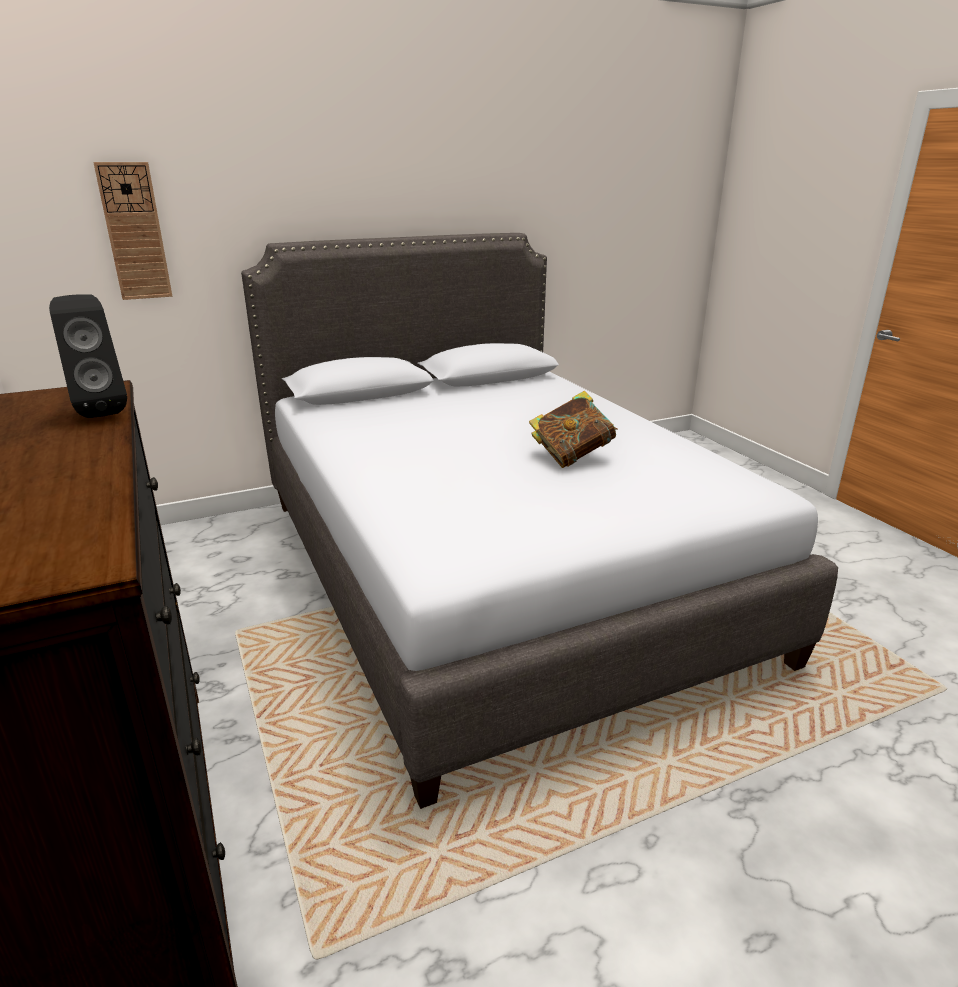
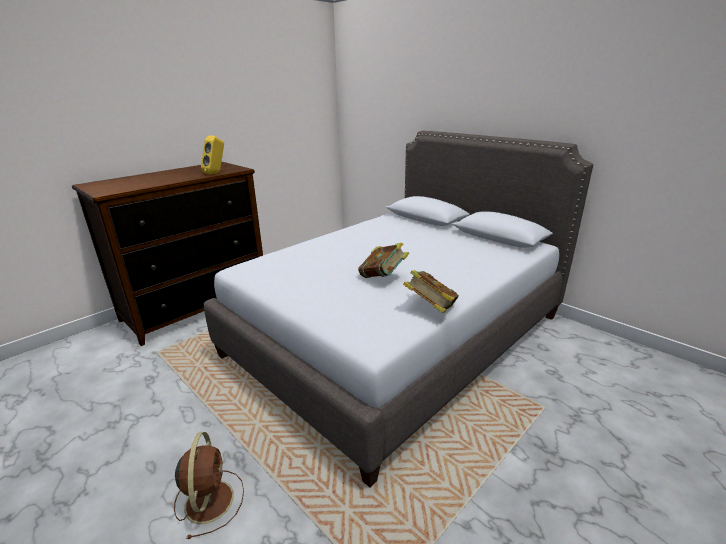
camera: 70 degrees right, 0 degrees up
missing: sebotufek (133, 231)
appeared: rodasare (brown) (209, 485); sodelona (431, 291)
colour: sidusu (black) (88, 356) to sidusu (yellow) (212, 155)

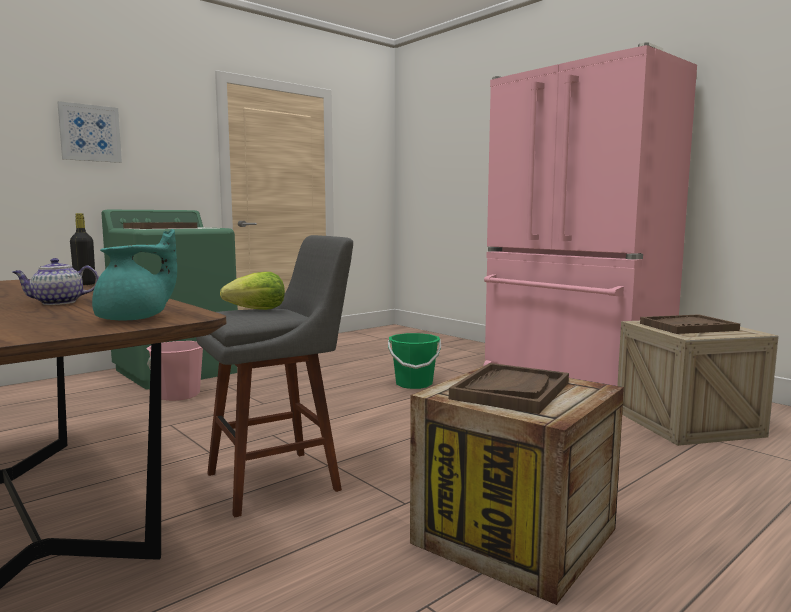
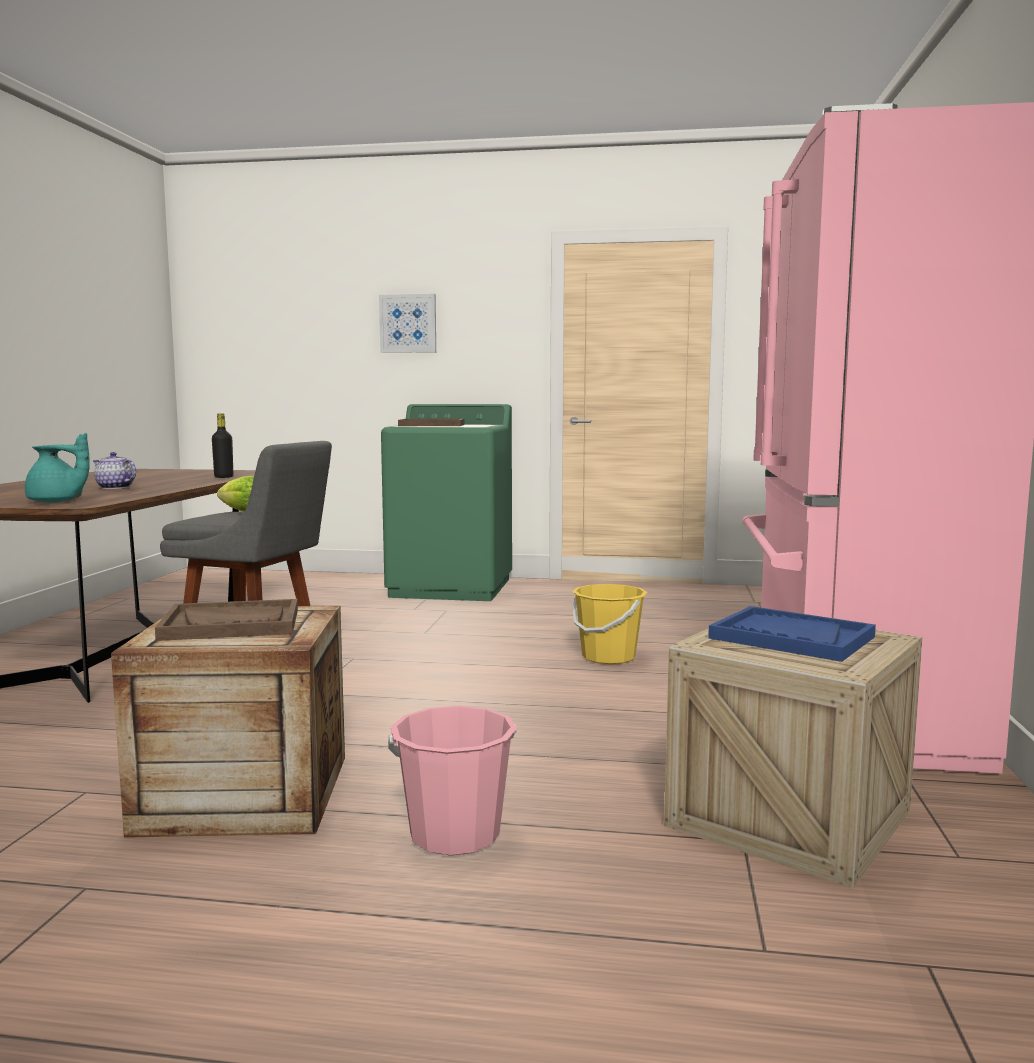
camera: 50 degrees right, 0 degrees up
relocated: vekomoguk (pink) (174, 371) to (452, 781)
colour: vekomoguk (green) (414, 361) to vekomoguk (yellow) (609, 624); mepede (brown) (690, 324) to mepede (blue) (792, 634)

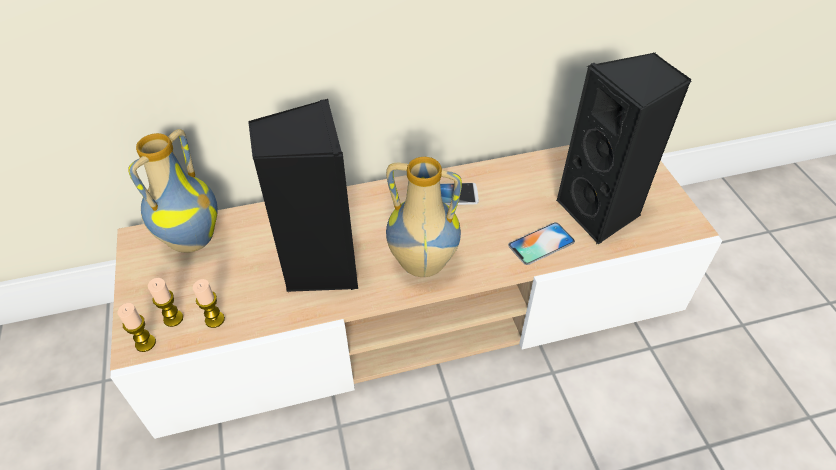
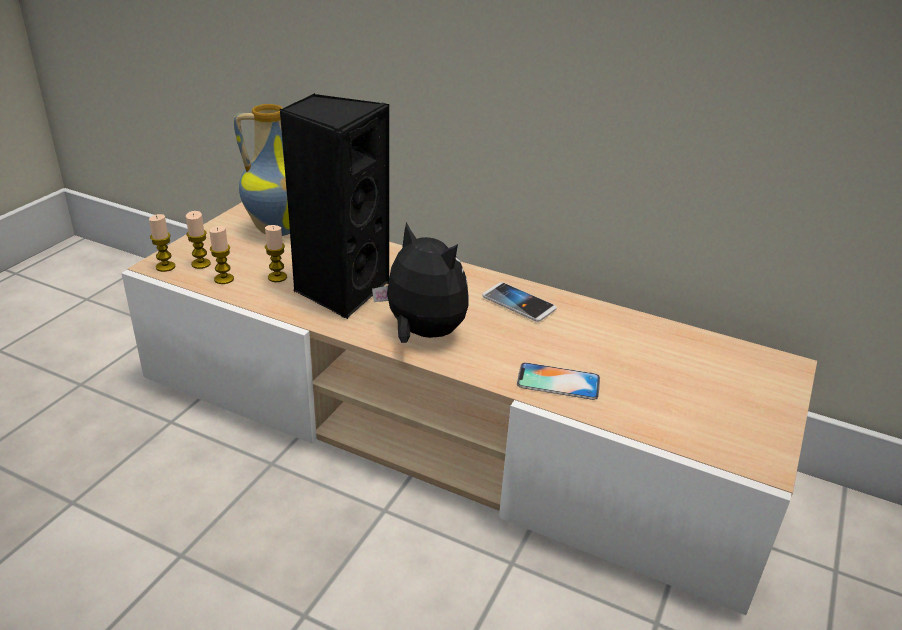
camera: 40 degrees right, 15 degrees down
missing: sidusu (black) (624, 148)
appeared: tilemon (276, 253)
exchanged: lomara (424, 217) to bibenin (420, 282)

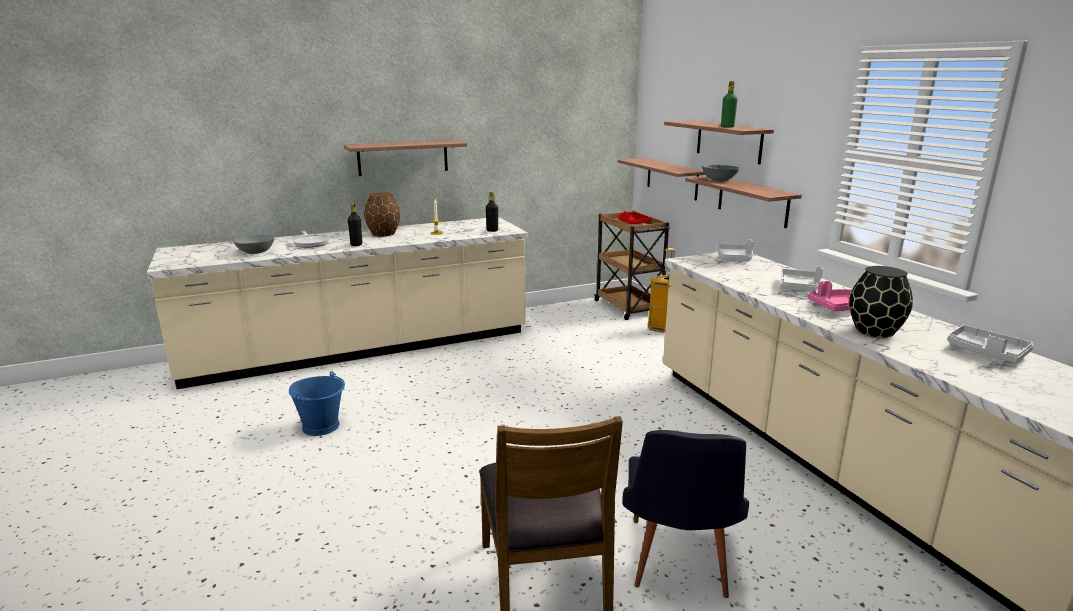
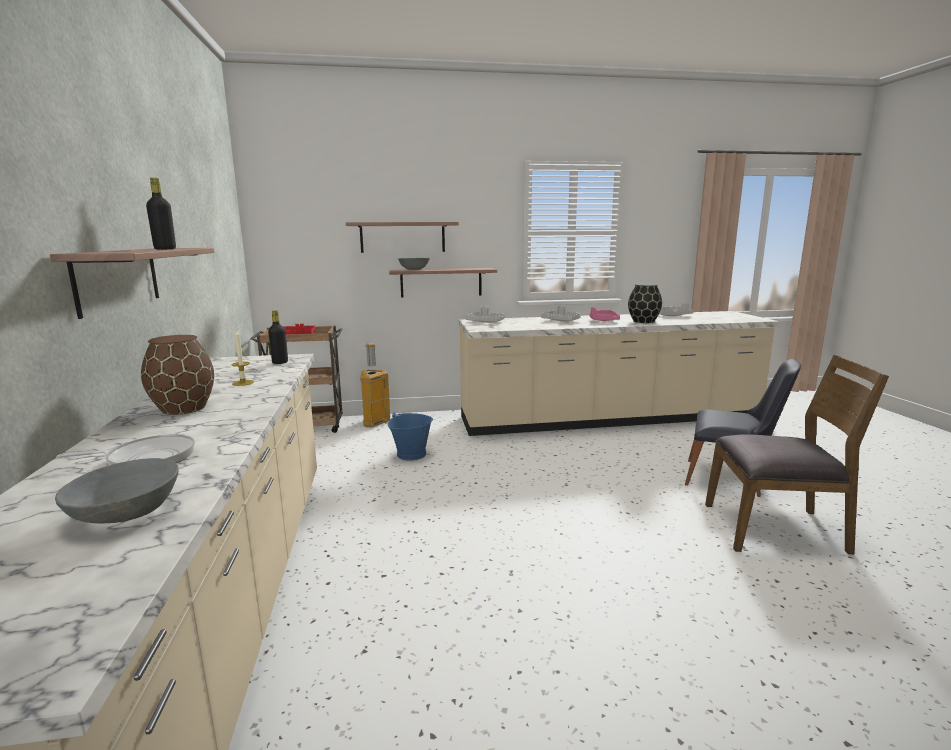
camera: 75 degrees left, 5 degrees down
missing: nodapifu (661, 179); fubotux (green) (729, 104)
relocated: vekomoguk (blue) (317, 403) to (410, 437); fubotux (black) (355, 224) to (161, 213)

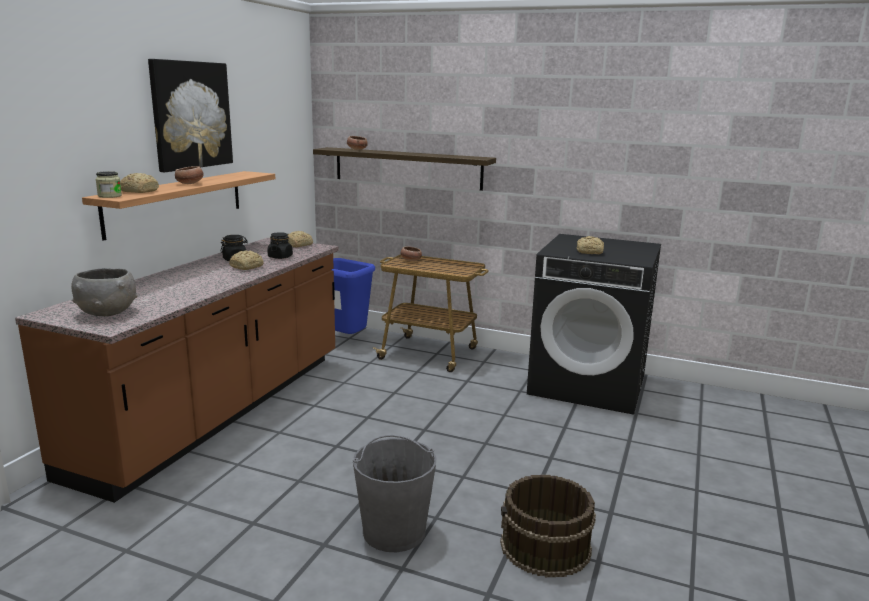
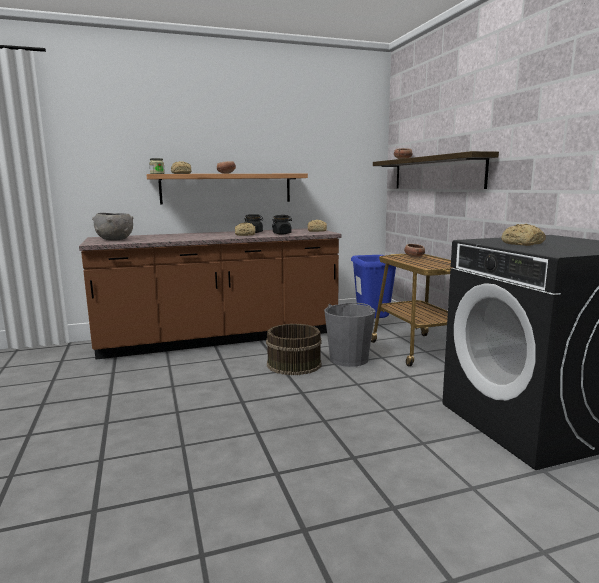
camera: 50 degrees right, 5 degrees down
missing: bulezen (190, 115)
relocated: vekomoguk (grey) (394, 493) to (349, 335); vekomoguk (brown) (548, 526) to (294, 349)

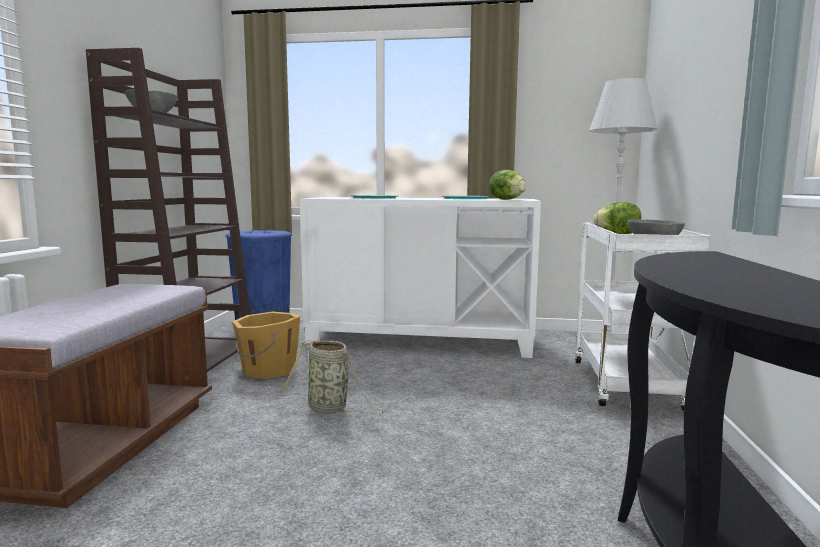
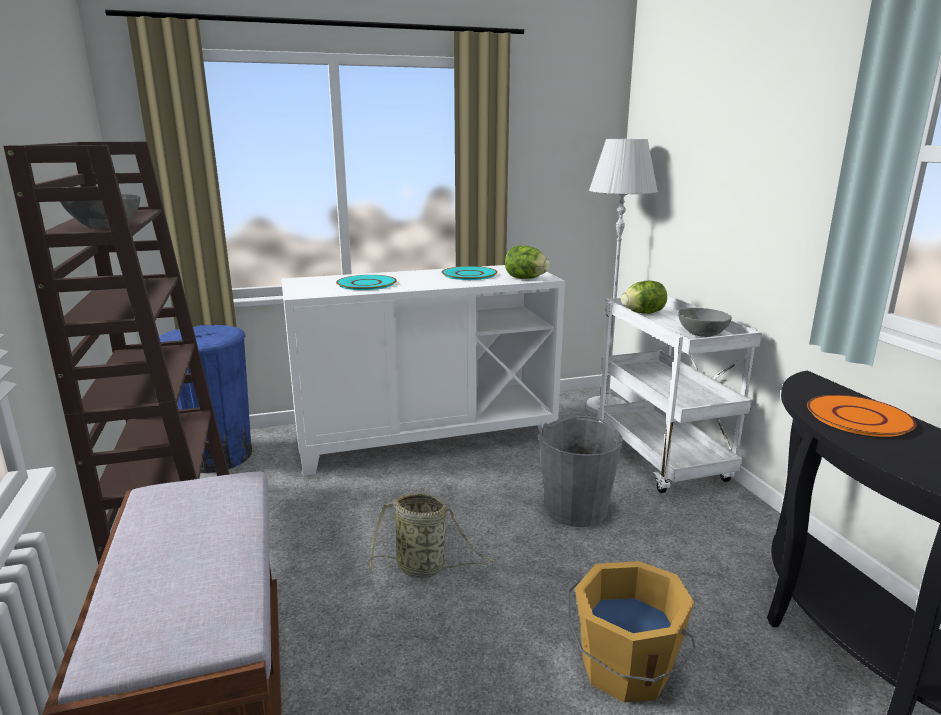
camera: 25 degrees left, 10 degrees up
appeared: vekomoguk (grey) (581, 471); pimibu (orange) (862, 416)
relocated: vekomoguk (orange) (266, 345) to (632, 632)

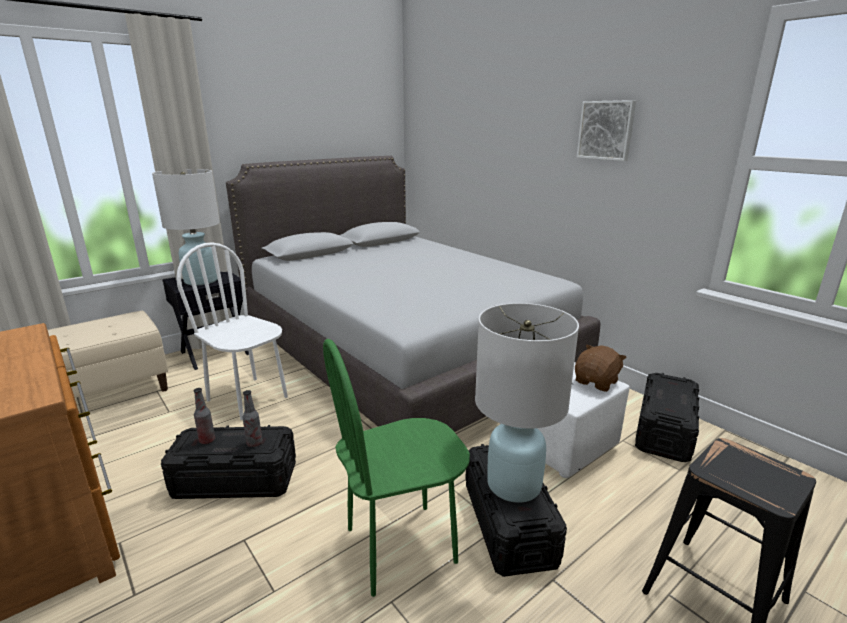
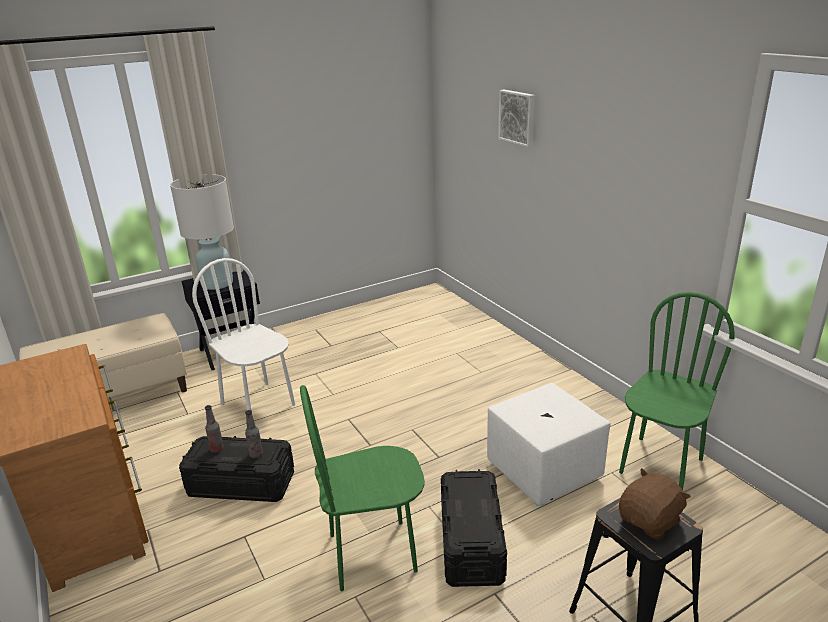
camera: 10 degrees right, 5 degrees up
missing: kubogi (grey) (413, 294); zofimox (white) (527, 403)
relocated: bibenin (brown) (601, 368) to (655, 504); bulezen (606, 130) to (516, 118)
exchanged: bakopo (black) (667, 417) to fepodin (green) (677, 391)

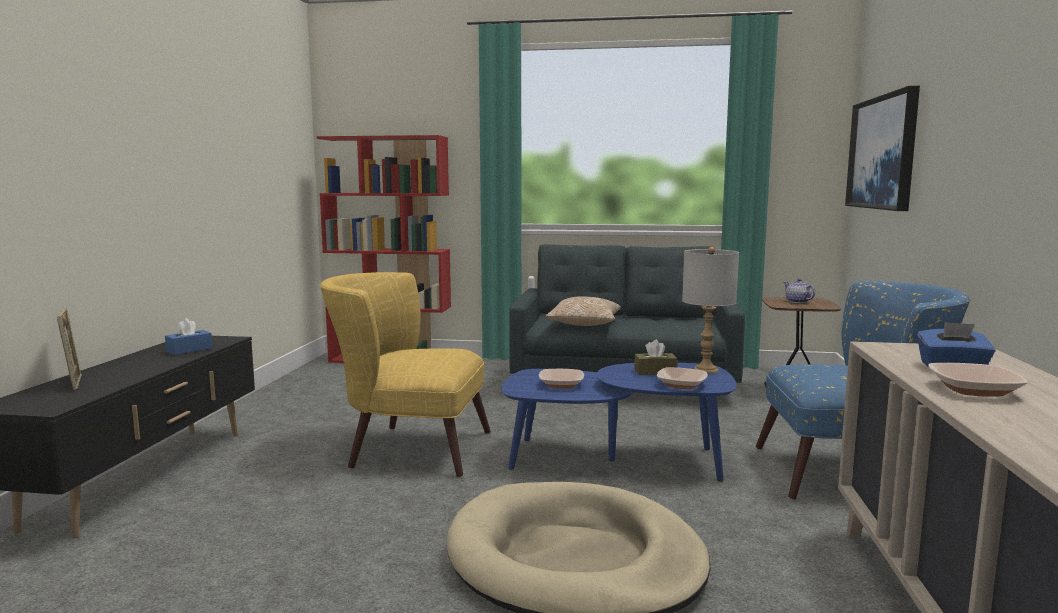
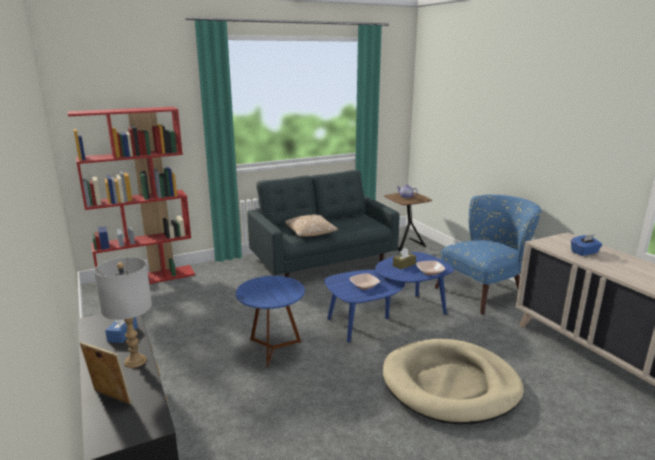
camera: 35 degrees left, 10 degrees up
missing: bulezen (882, 148); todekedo (978, 380)
relocated: zofimox (grey) (710, 310) to (123, 312)
exchanged: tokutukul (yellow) (405, 374) to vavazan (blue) (270, 321)

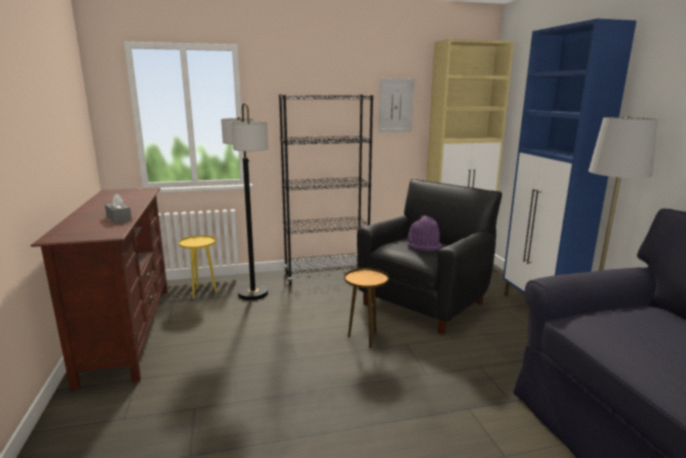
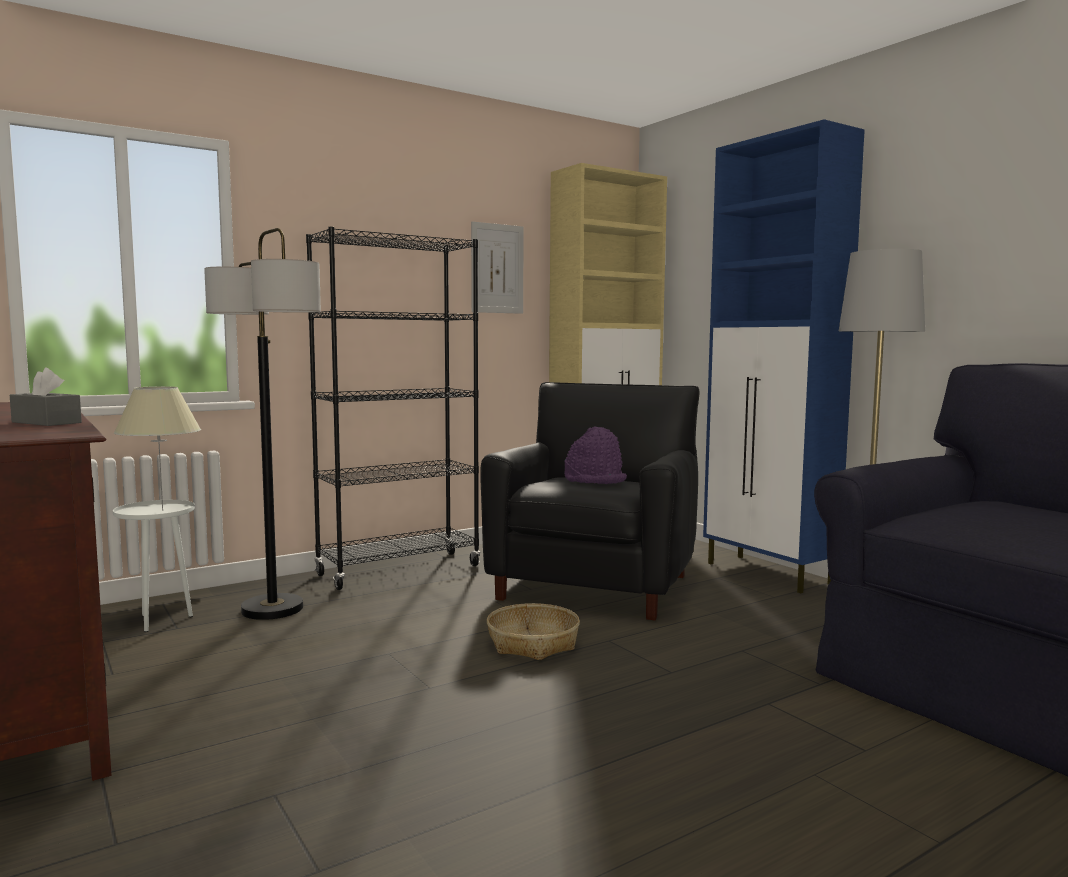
camera: 20 degrees left, 10 degrees down
appeared: zofimox (beige) (157, 448)
exchanged: vavazan (brown) (366, 308) to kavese (533, 631)
colour: vavazan (yellow) (197, 267) to vavazan (white) (154, 566)

